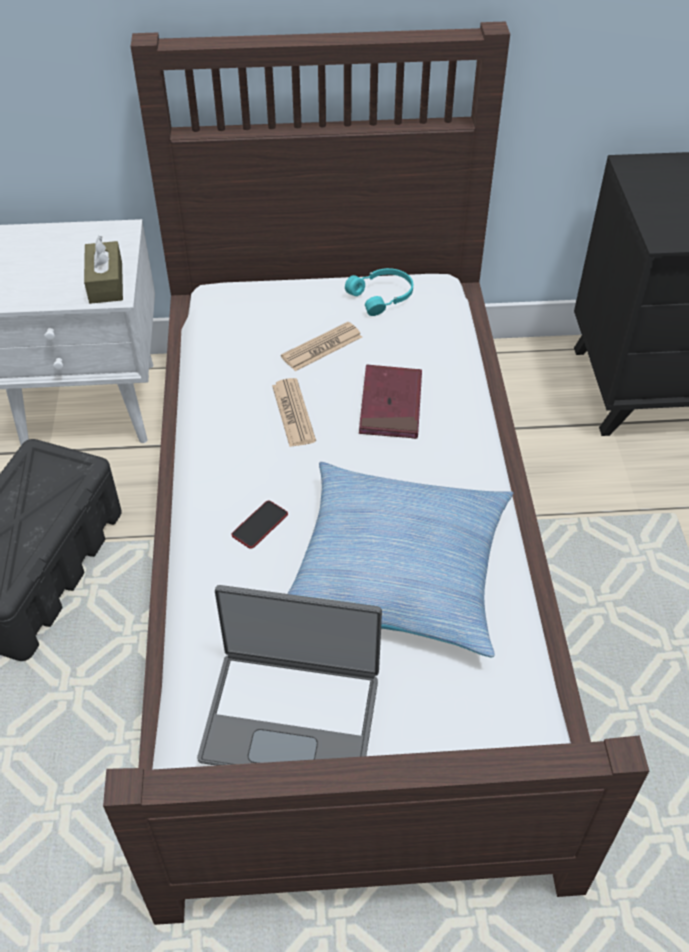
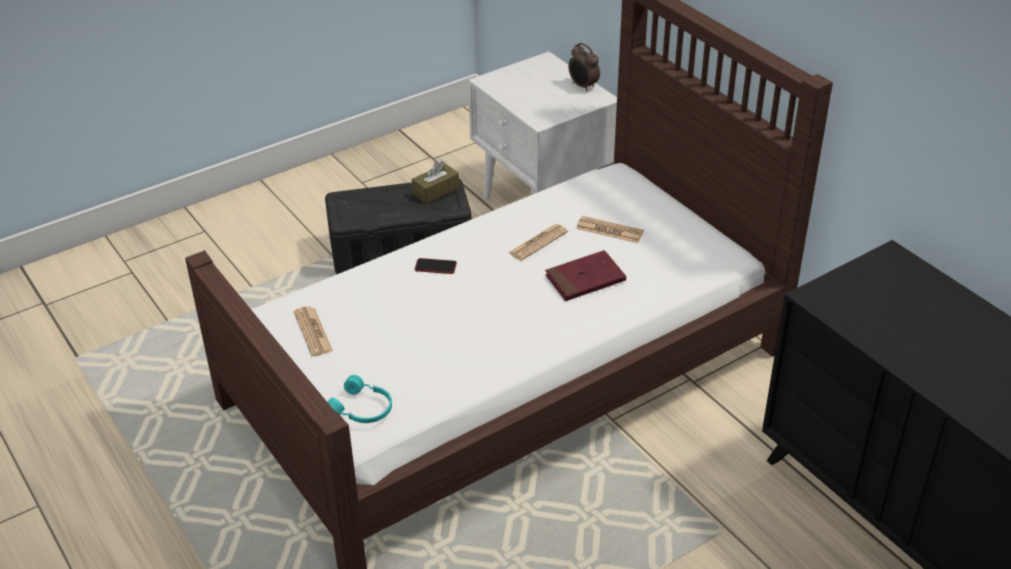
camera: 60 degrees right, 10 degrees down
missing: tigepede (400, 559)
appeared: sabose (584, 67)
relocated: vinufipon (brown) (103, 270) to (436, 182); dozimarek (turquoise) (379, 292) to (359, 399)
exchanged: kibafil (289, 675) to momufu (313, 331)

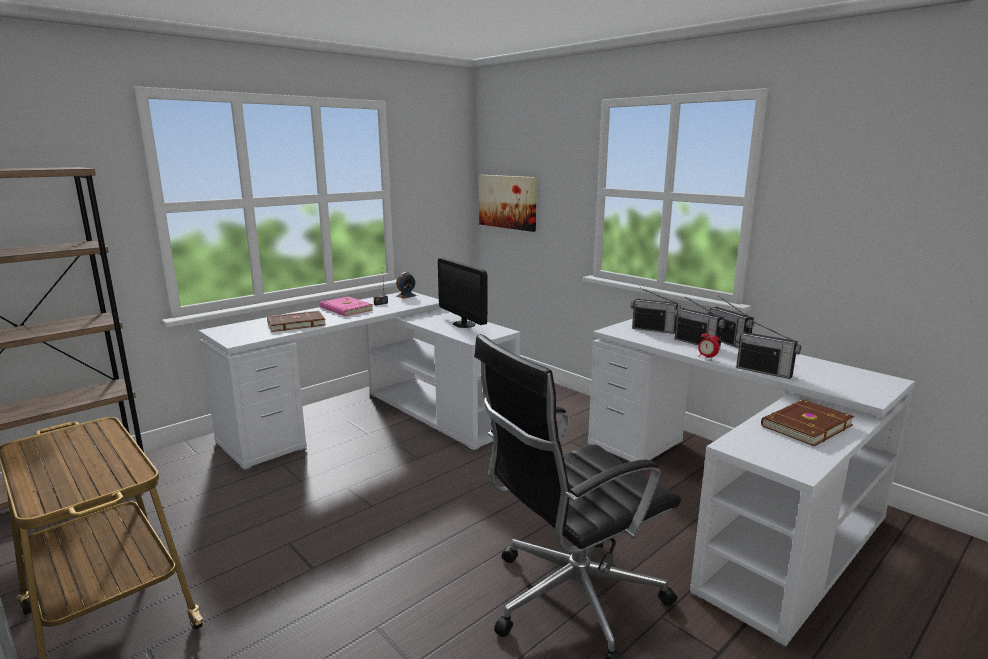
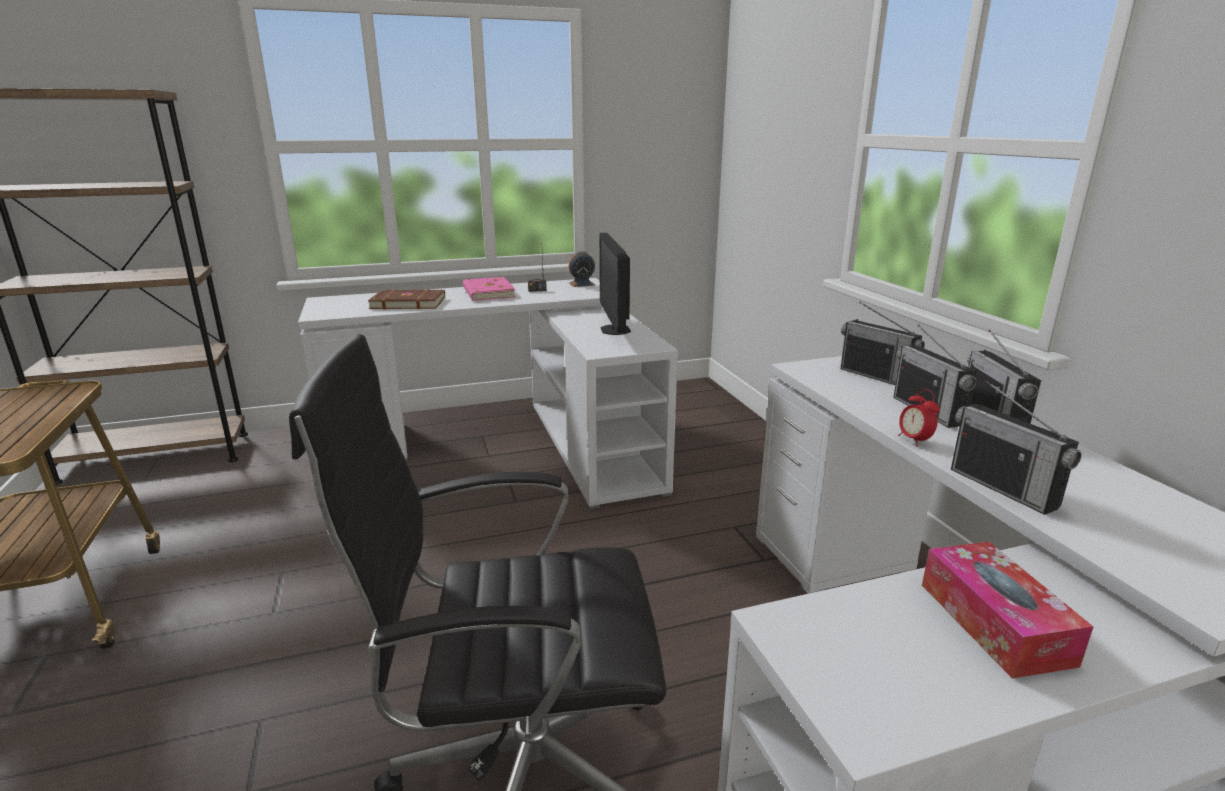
camera: 25 degrees right, 5 degrees up
missing: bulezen (508, 203)
exchanged: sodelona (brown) (808, 422) to vinufipon (1007, 610)

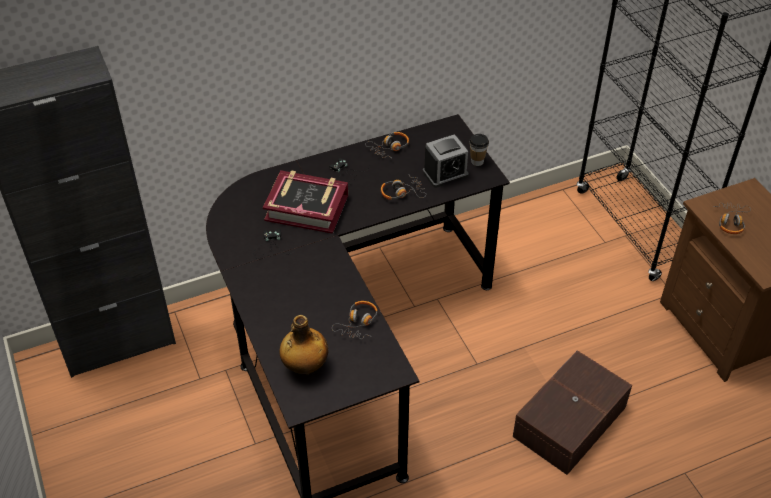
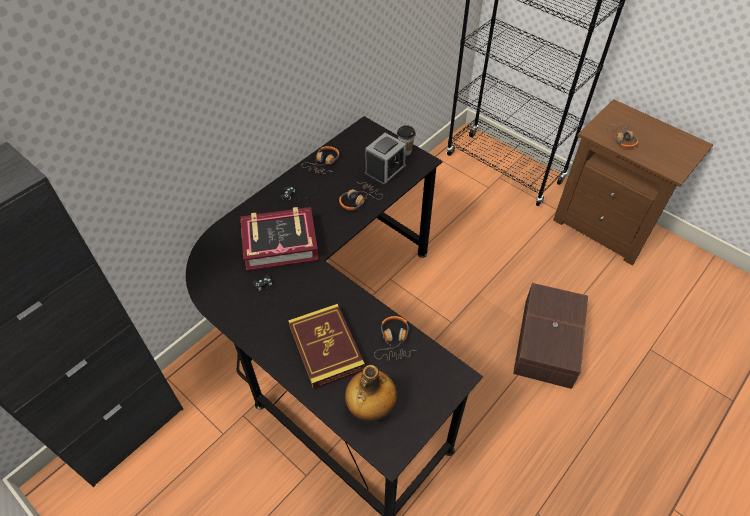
camera: 25 degrees left, 5 degrees up
appeared: sodelona (326, 346)

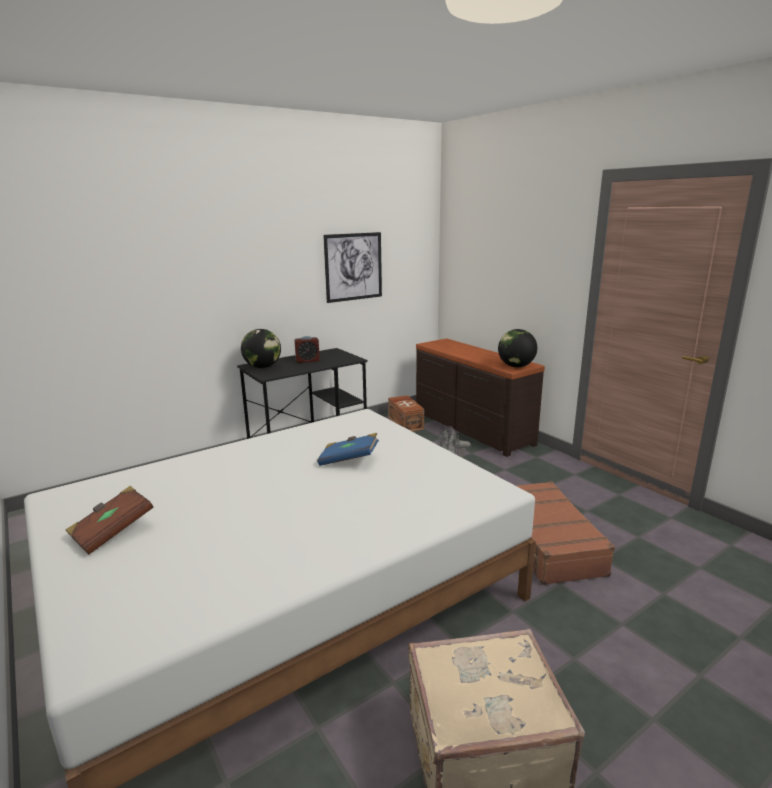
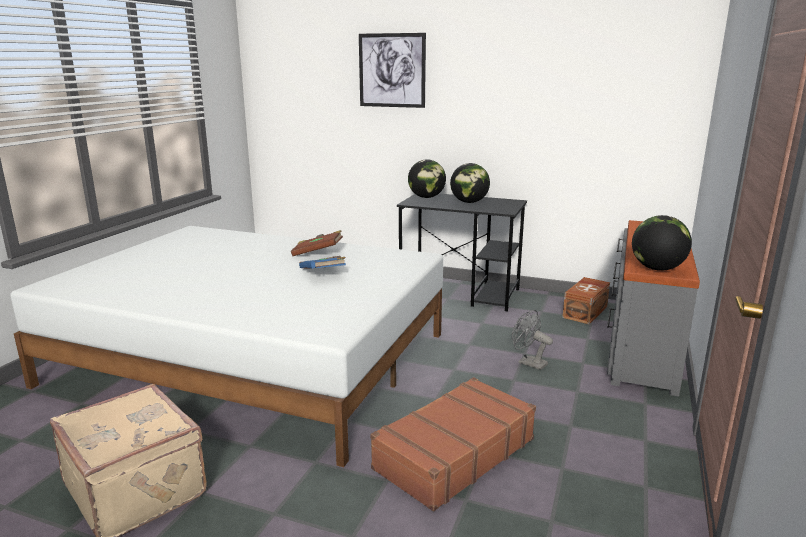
camera: 55 degrees right, 0 degrees up
relocated: sodelona (brown) (110, 520) to (317, 243); bulezen (352, 267) to (392, 70)
exchanged: sabose (307, 349) to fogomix (470, 183)
colour: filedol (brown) (480, 397) to filedol (grey) (653, 308)

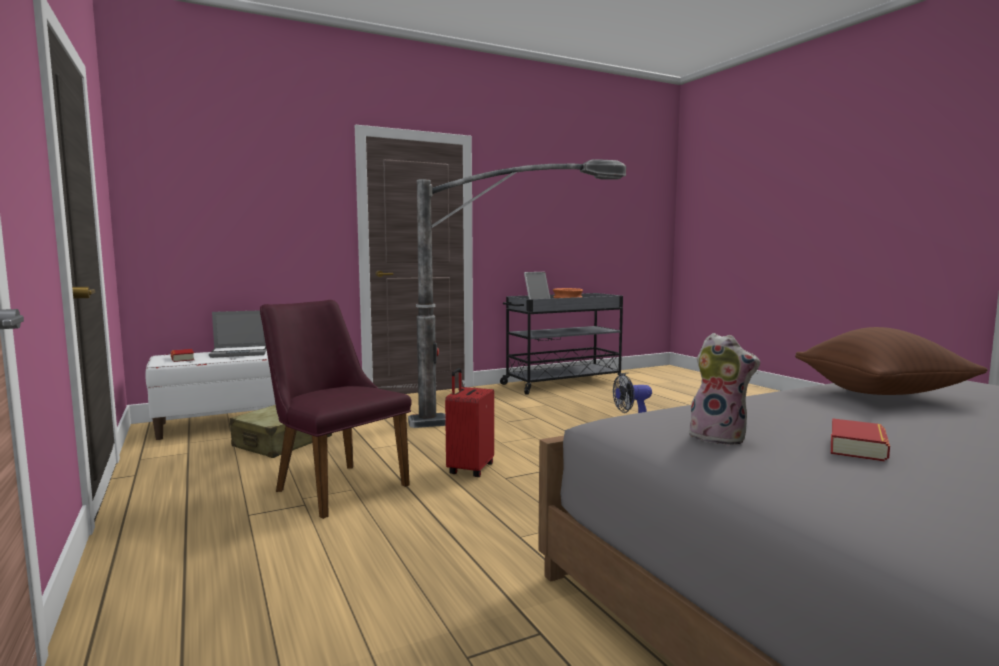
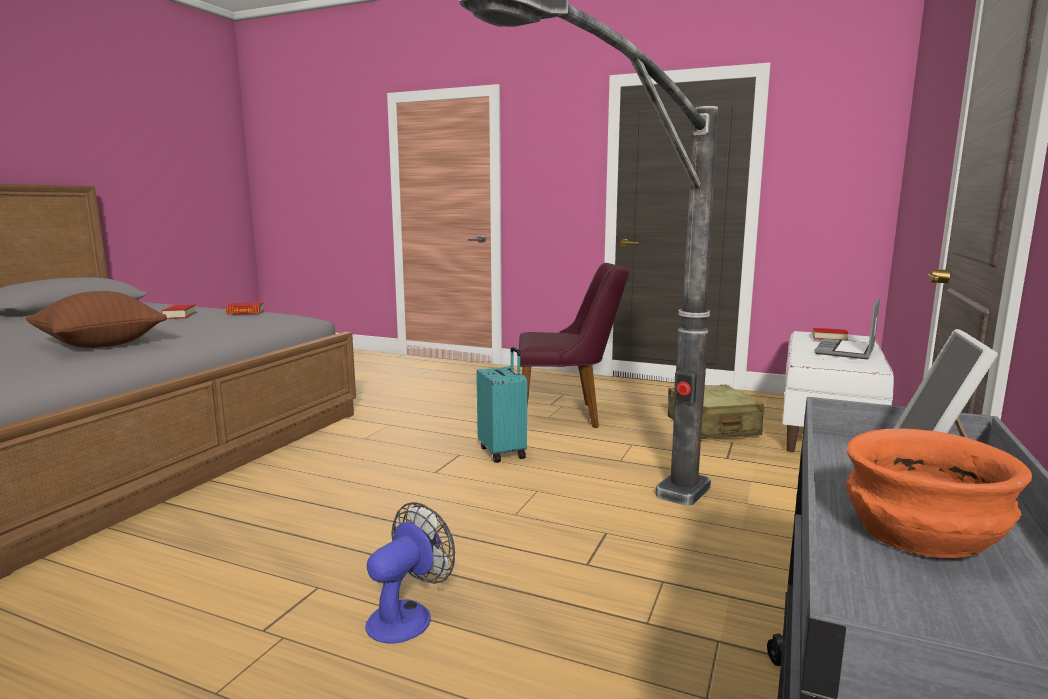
camera: 140 degrees right, 5 degrees up
exchanged: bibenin (723, 389) to sodelona (245, 308)
colour: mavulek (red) (469, 422) to mavulek (turquoise) (501, 405)

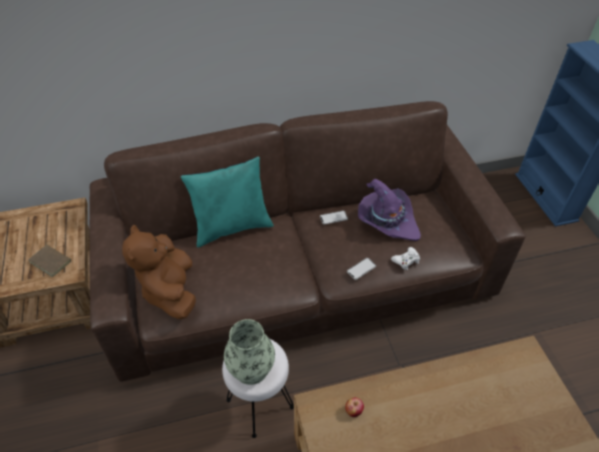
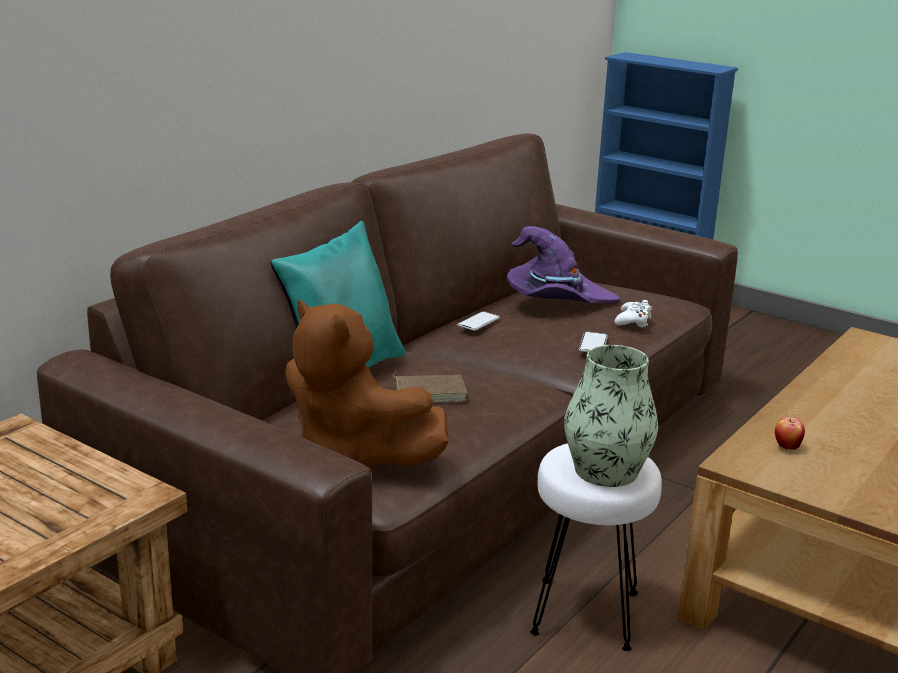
camera: 40 degrees left, 25 degrees down
relocated: sodelona (brown) (50, 258) to (430, 386)

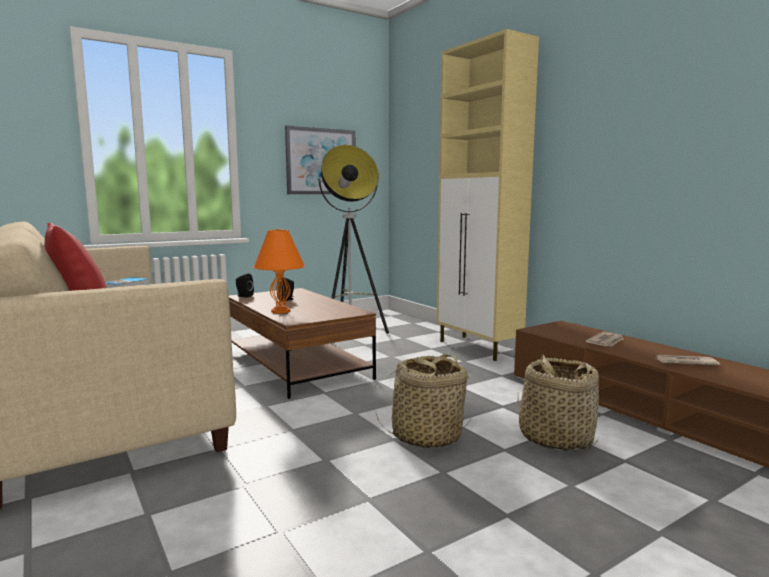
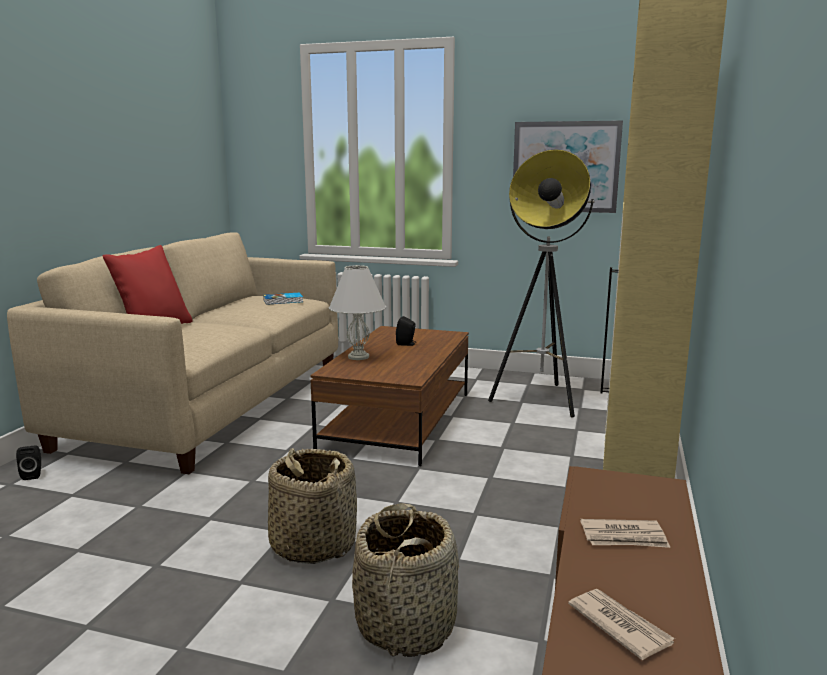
camera: 50 degrees right, 5 degrees up
relocated: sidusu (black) (245, 285) to (28, 463)
colour: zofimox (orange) (279, 271) to zofimox (white) (357, 312)

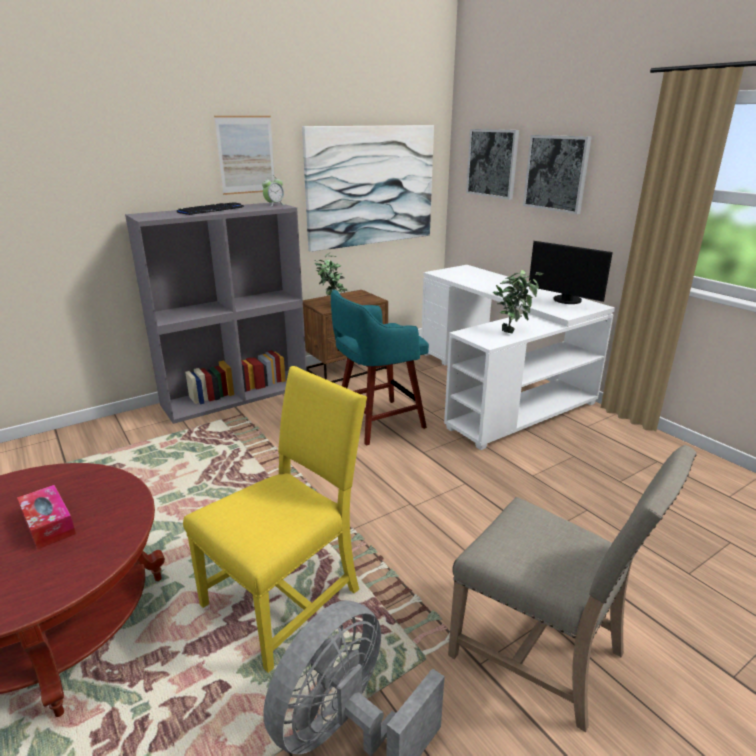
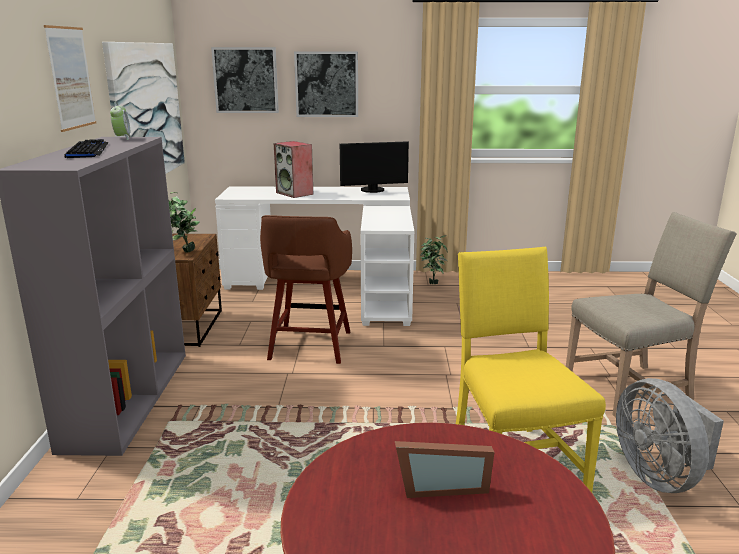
camera: 55 degrees left, 5 degrees down
appeared: sidusu (294, 169)
relocated: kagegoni (518, 301) to (434, 259)
exchanged: vinufipon (46, 517) to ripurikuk (444, 469)
colour: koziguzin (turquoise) (380, 368) to koziguzin (brown) (306, 289)

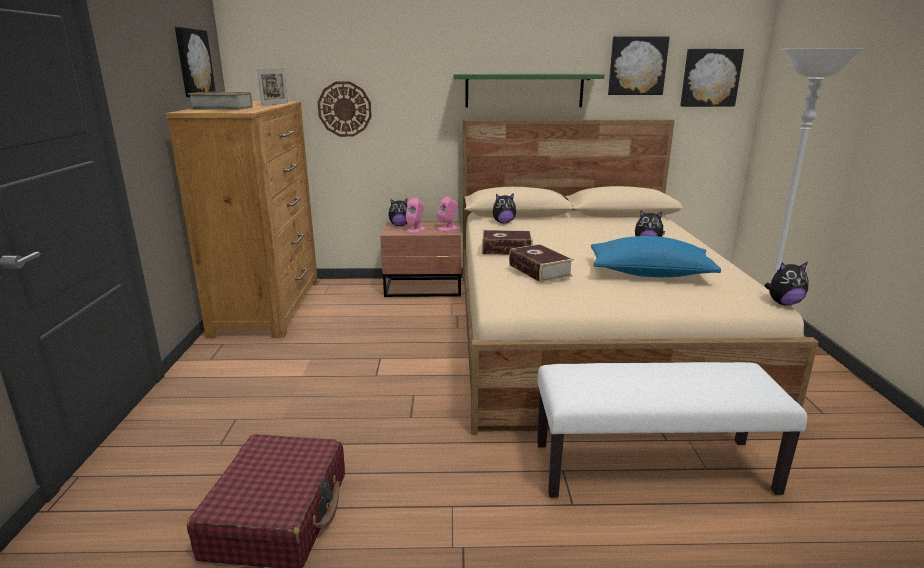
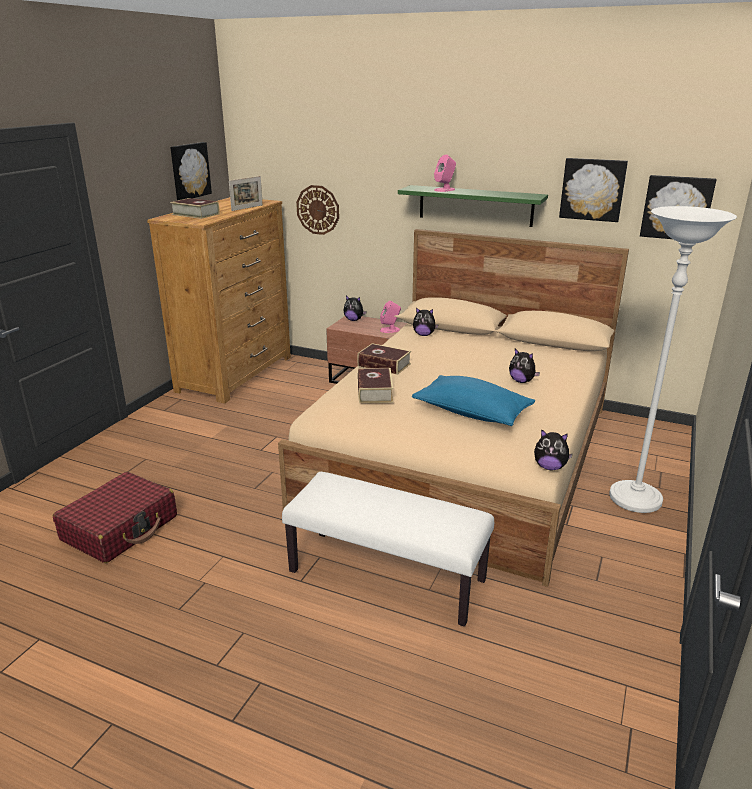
camera: 25 degrees right, 5 degrees up
relocated: sidusu (pink) (415, 215) to (445, 173)

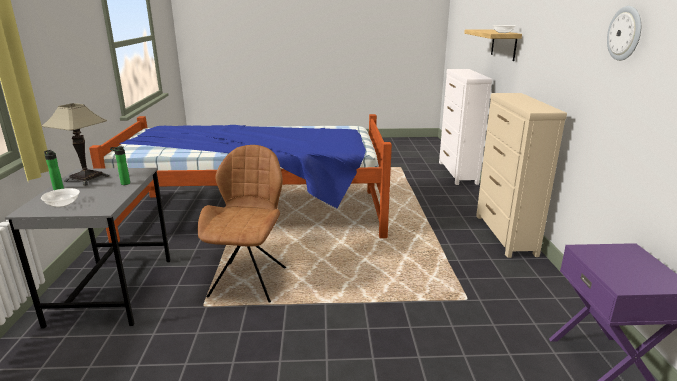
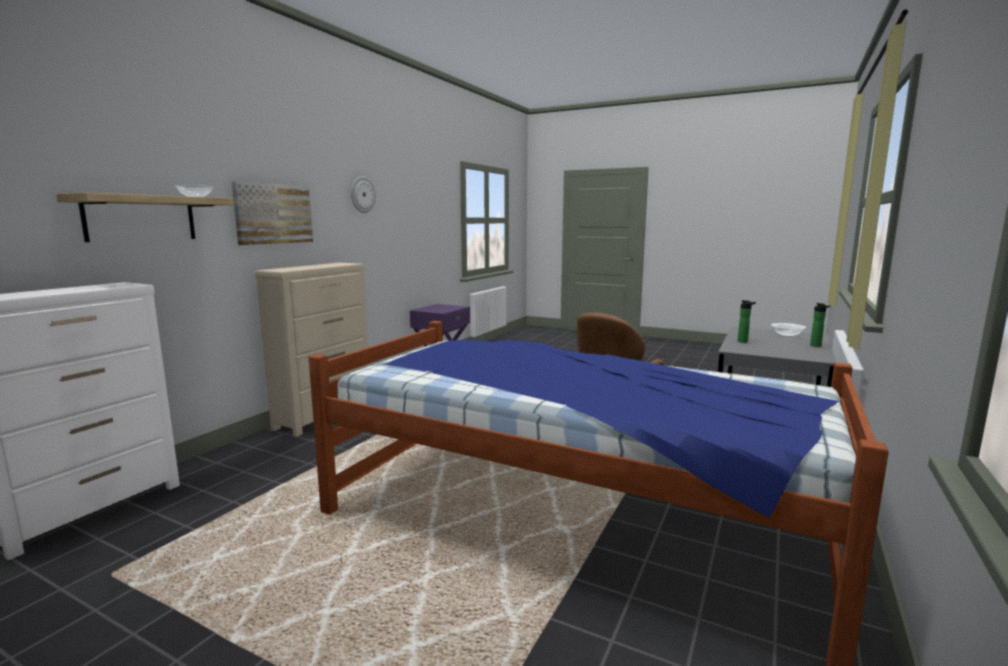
camera: 150 degrees left, 10 degrees down
missing: zofimox (75, 144)
appeared: bulezen (272, 213)

